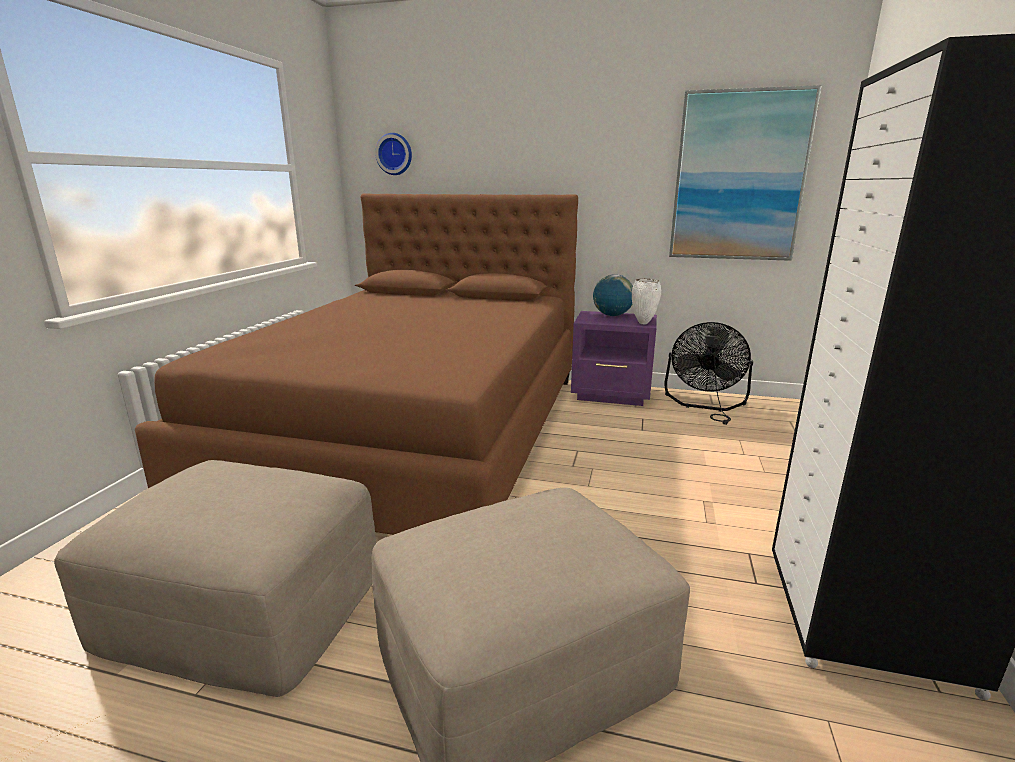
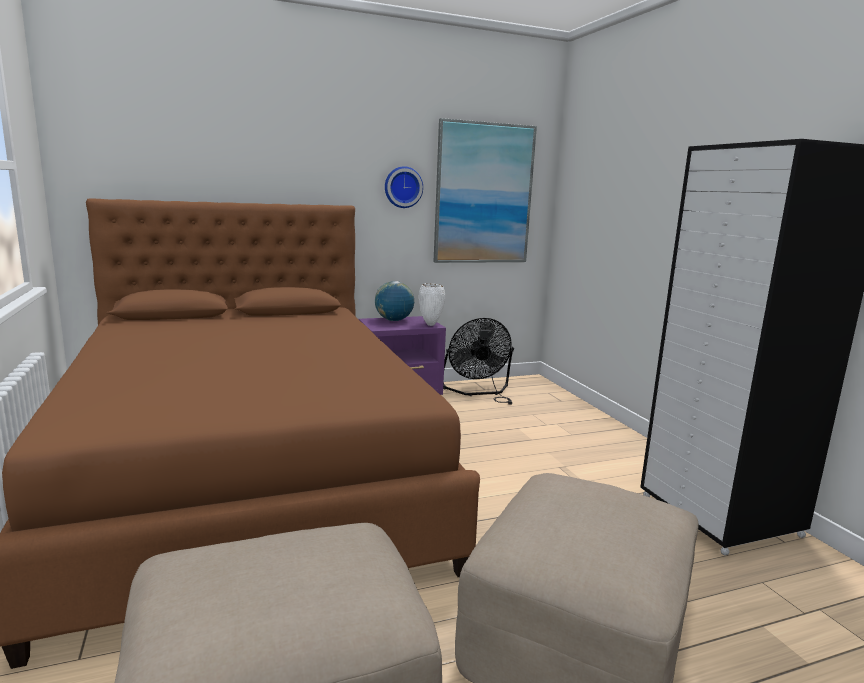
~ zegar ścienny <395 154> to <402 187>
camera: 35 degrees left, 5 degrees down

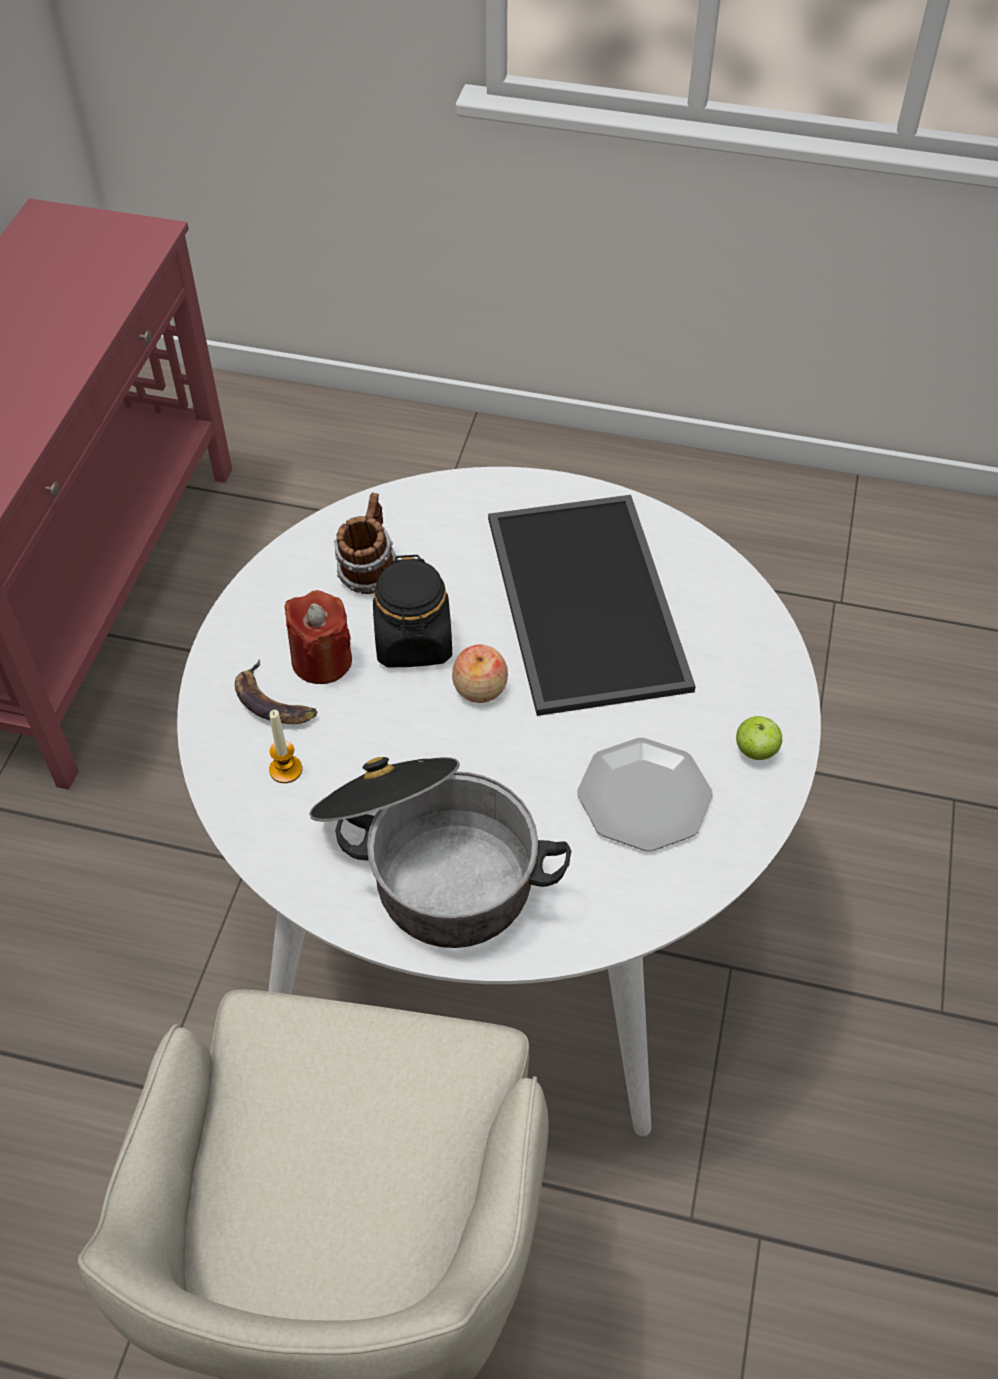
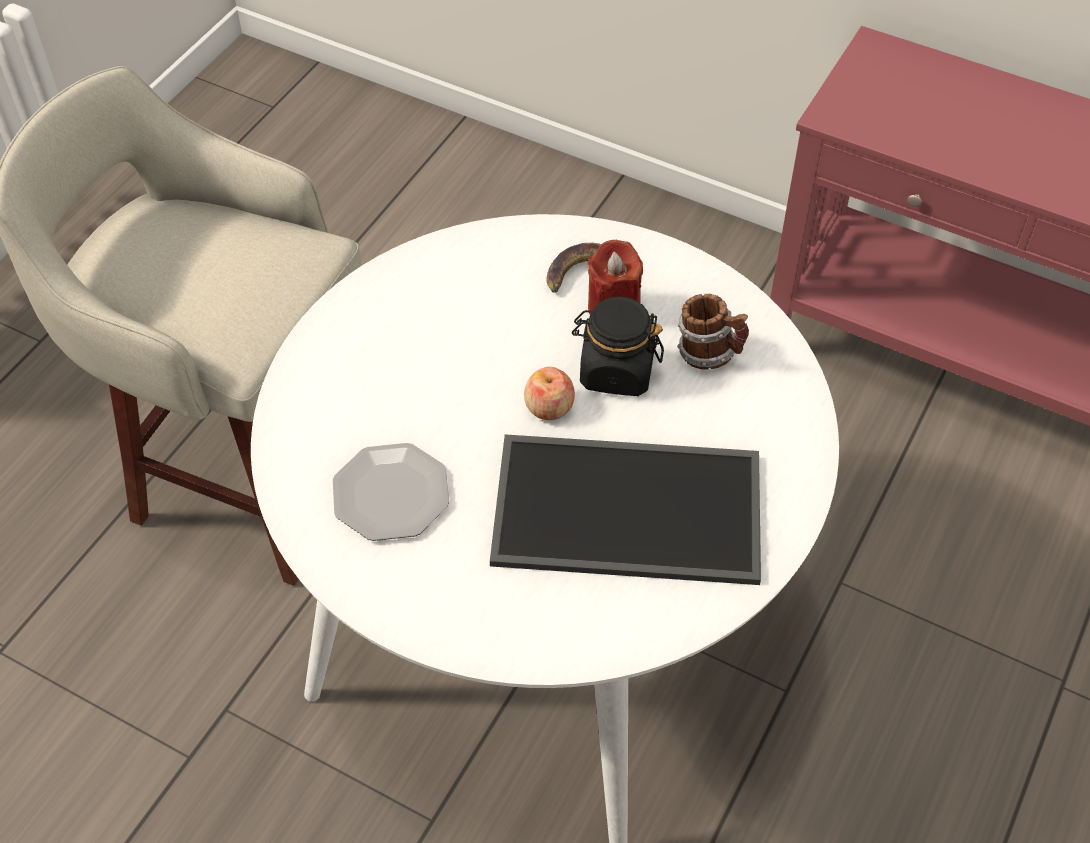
- świeca <285 769>
- garnek <431 862>
- jabłko <755 751>
camera: 105 degrees right, 0 degrees up

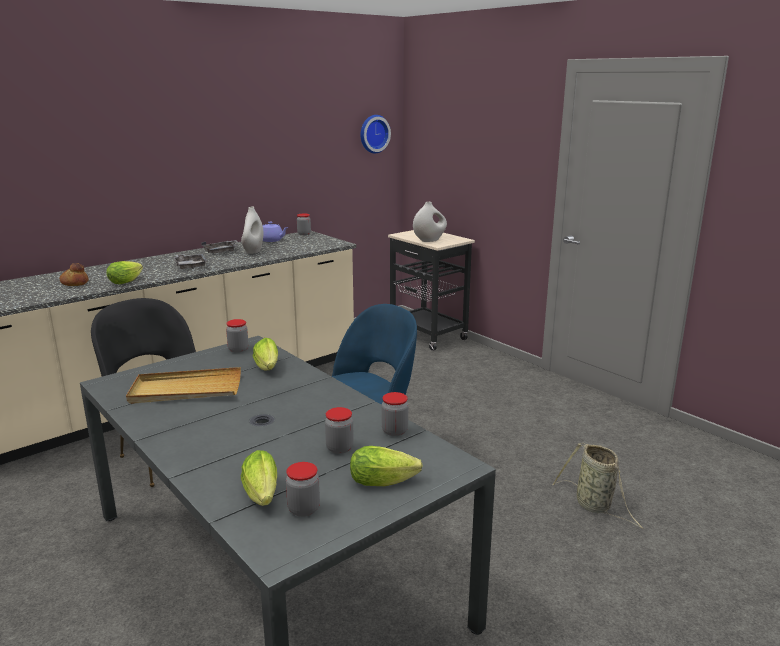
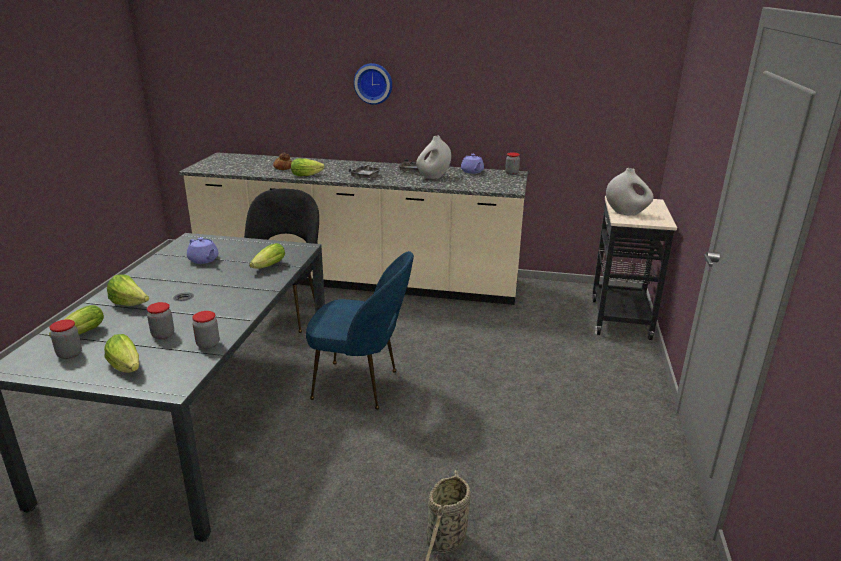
~ taca [beżowy] <186 390> to imbryk [fioletowy] <204 260>
- słoik <238 349>
~ zegar ścienny <373 134> to <373 83>
+ sałata <130 304>
camera: 50 degrees right, 5 degrees up

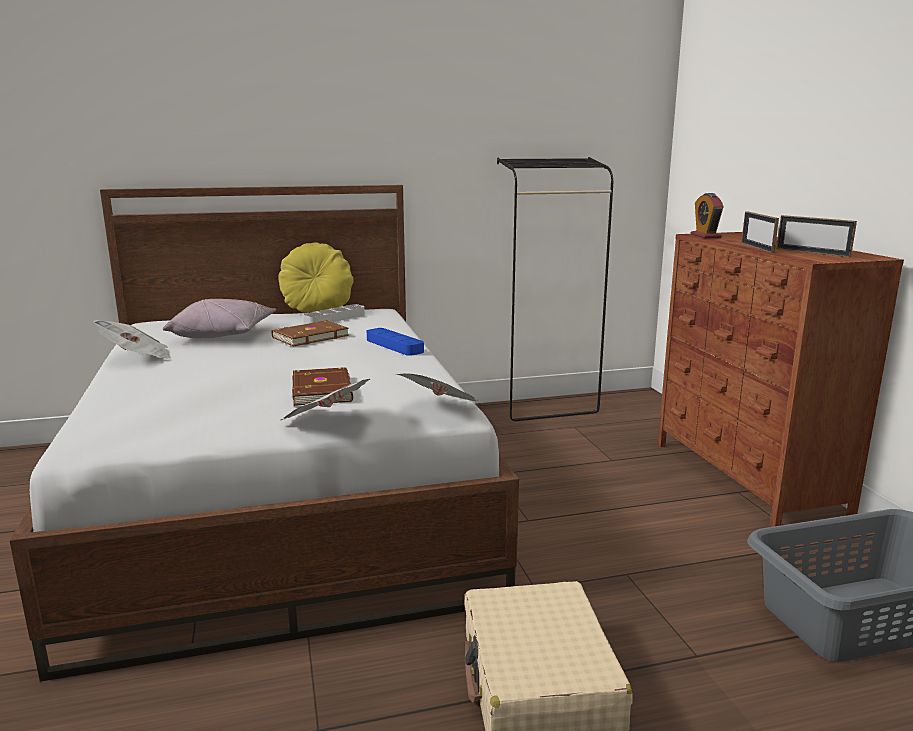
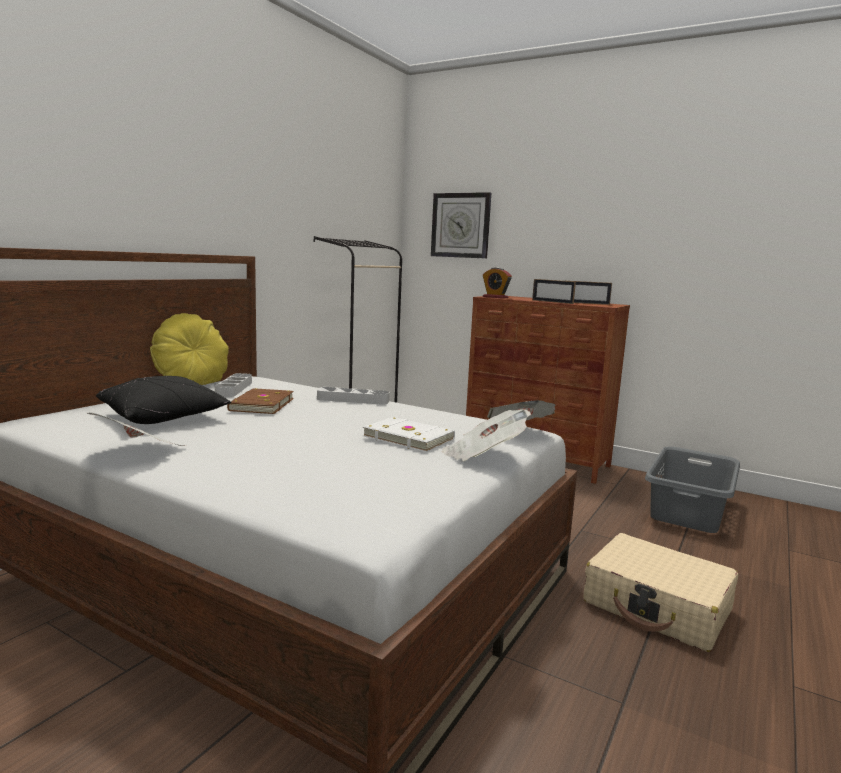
~ poduszka [fioletowy] <223 335> to poduszka [czarny] <164 417>
~ książka [brązowy] <323 390> to książka [biały] <409 437>
~ taca [niebieski] <394 346> to taca [szary] <353 400>
+ zegar ścienny <460 225>
camera: 45 degrees left, 5 degrees down

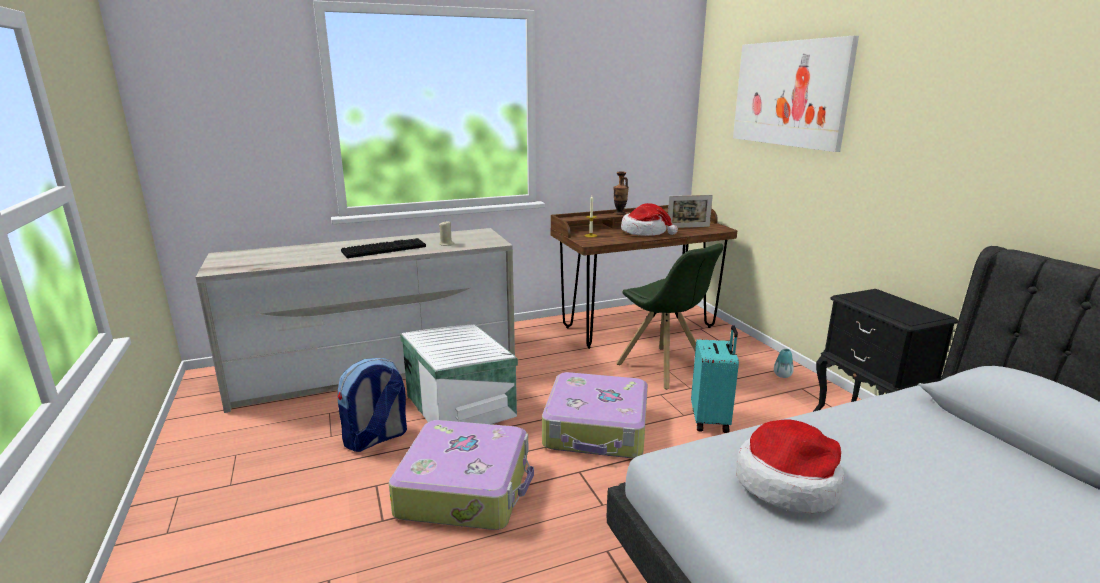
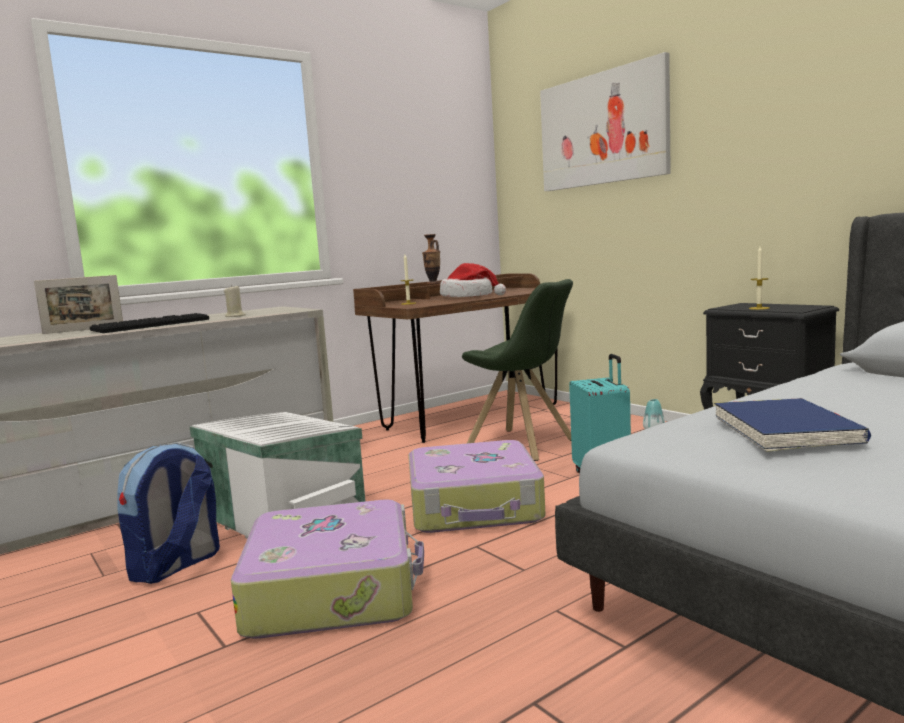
~ ramka na zdjęcie <688 227> to <84 330>
~ kapelusz <788 483> to książka [niebieski] <785 430>
+ świeca <759 308>
camera: 15 degrees left, 10 degrees down

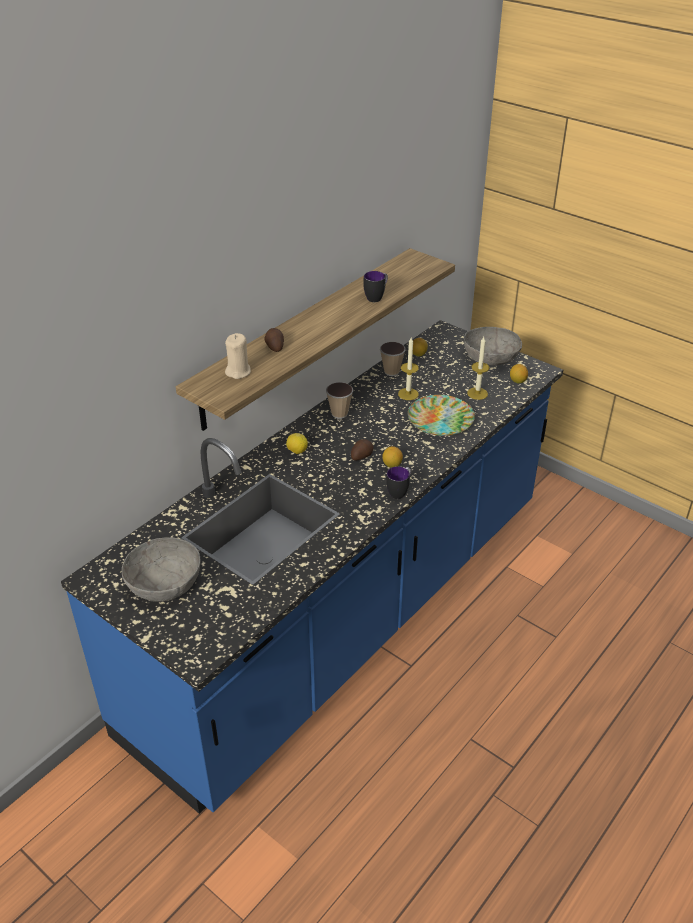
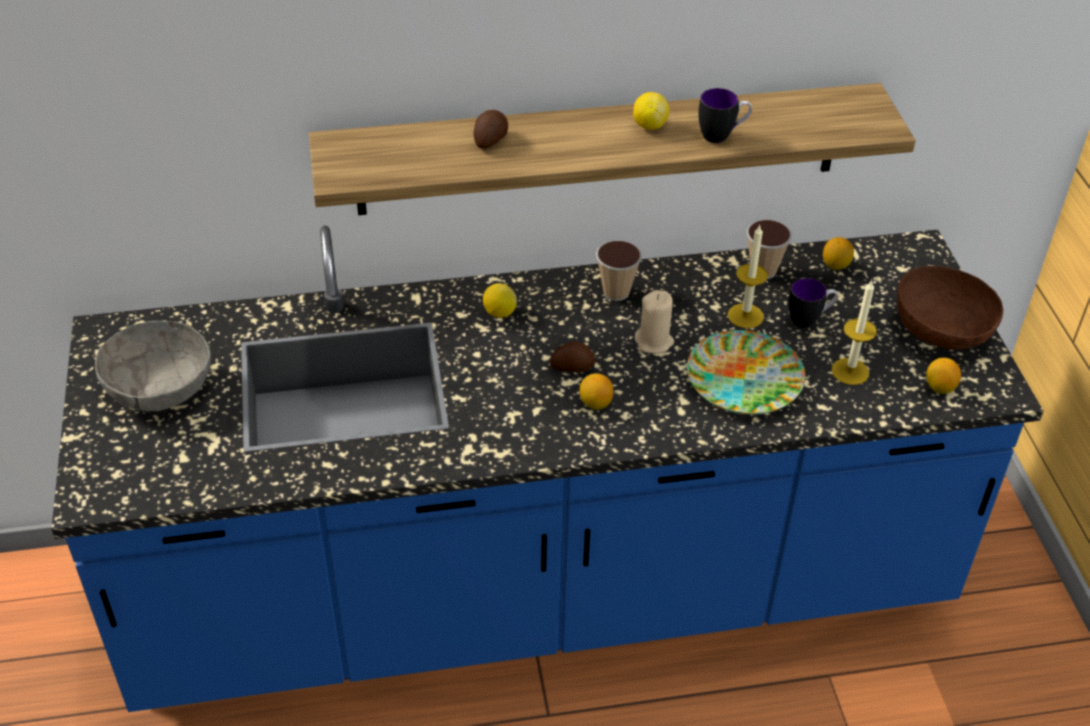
~ świeca [beżowy] <238 372> to <654 342>
~ kubek <399 492> to <809 320>
~ miska [szary] <491 358> to miska [brązowy] <942 330>
+ cytryna <649 125>
camera: 40 degrees right, 5 degrees up

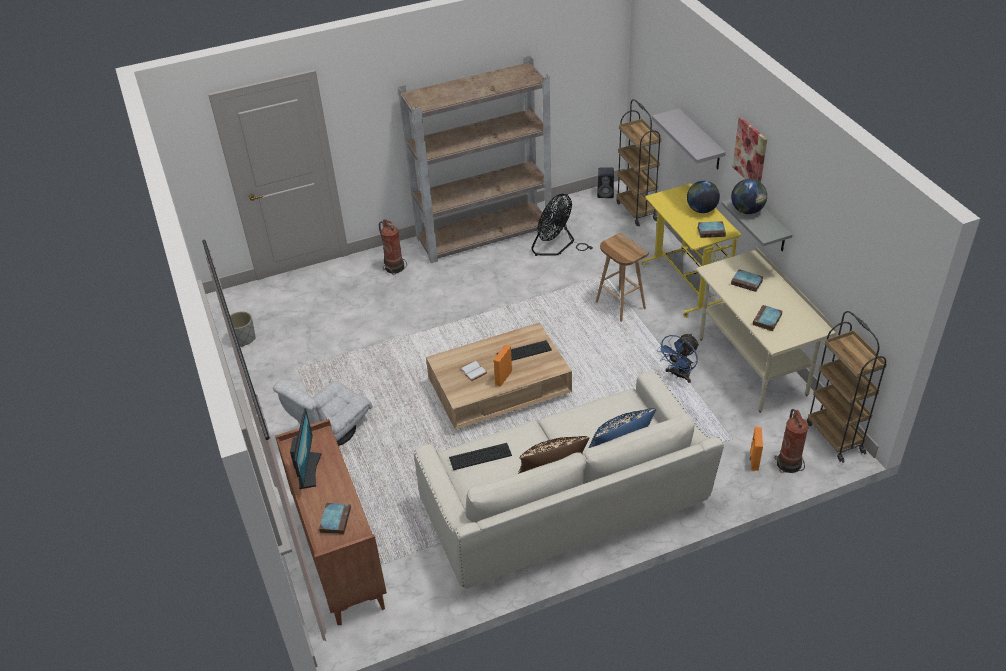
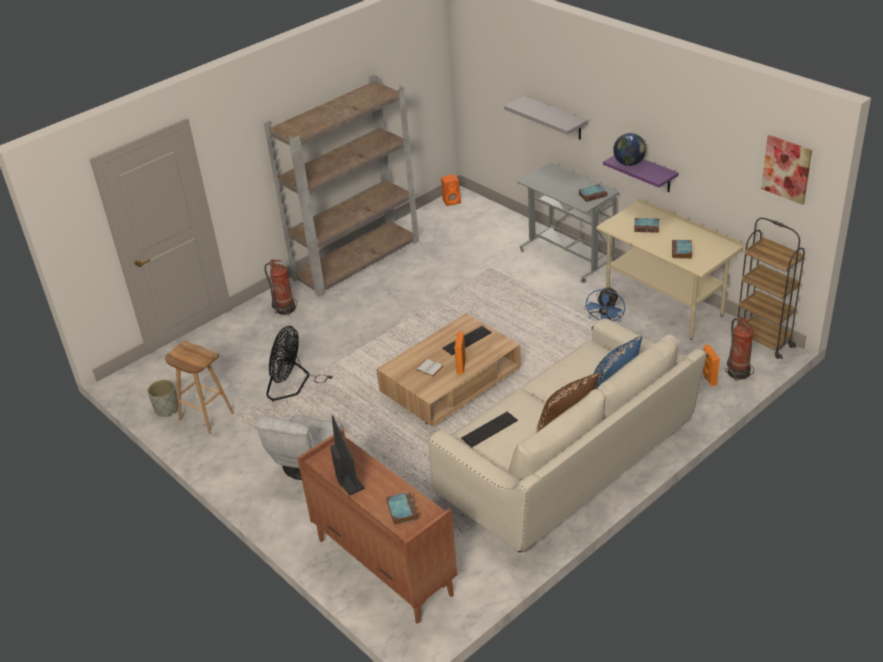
~ wentylator [czarny] <560 244> to <296 382>
~ stołek [brązowy] <619 305> to <205 416>
~ głośnik [czarny] <606 194> to głośnik [pomarańczowy] <452 201>
- wózek [brązowy] <636 211>
~ biurko [żółty] <685 284> to biurko [szary] <568 257>
- globus <701 210>
~ półka [szary] <769 224> to półka [fioletowy] <649 172>
~ obraz <750 153> to <786 169>
camera: 20 degrees left, 5 degrees down

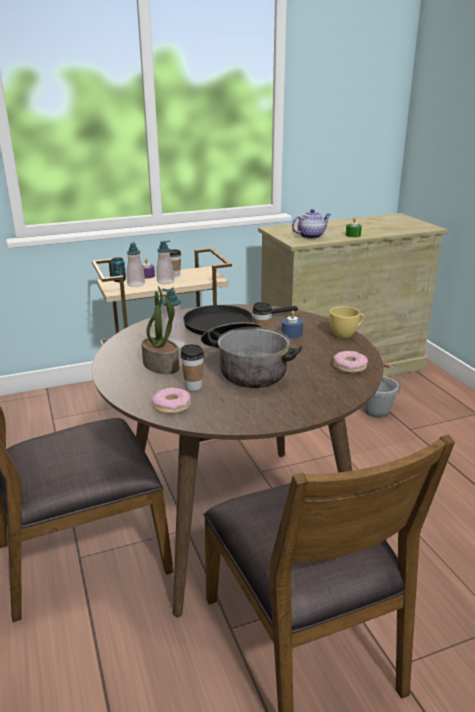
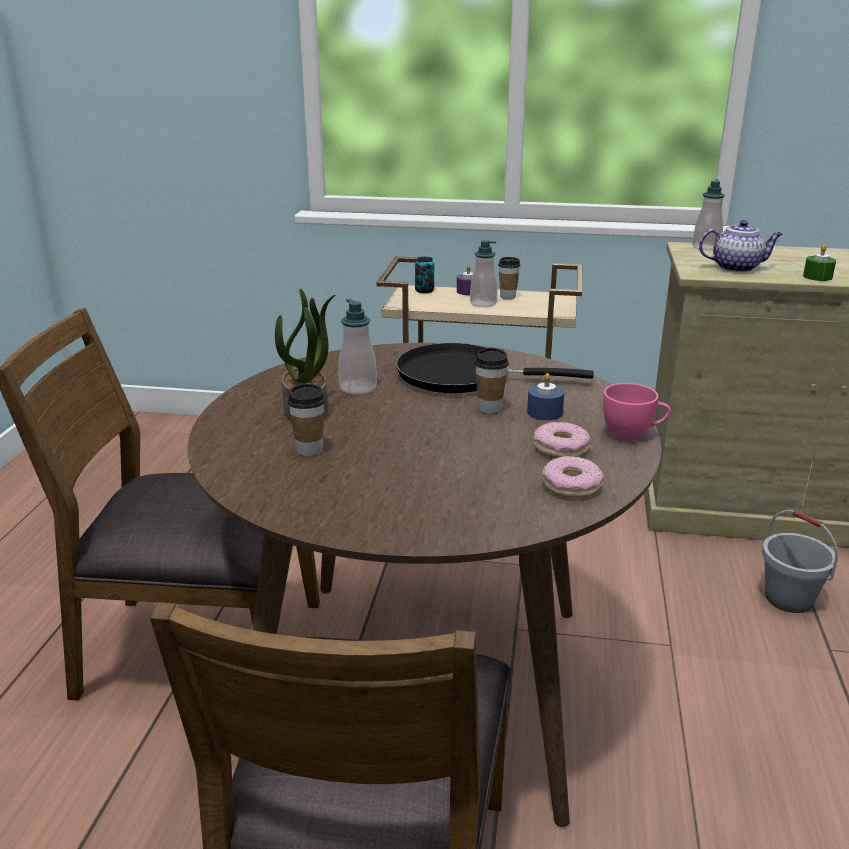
~ dozownik mydła <136 284> to <706 247>
~ donut <171 406> to <560 448>
- garnek <246 368>
~ filiżanka [żółty] <346 334> to filiżanka [różowy] <633 434>
camera: 30 degrees right, 0 degrees up

